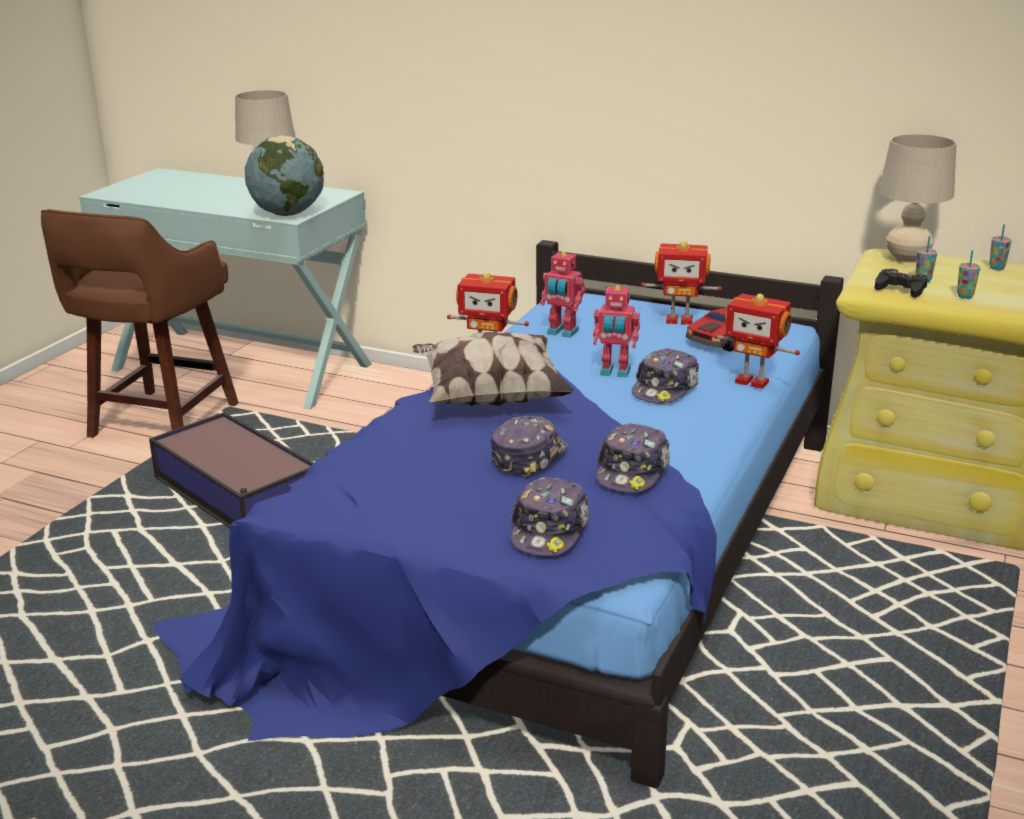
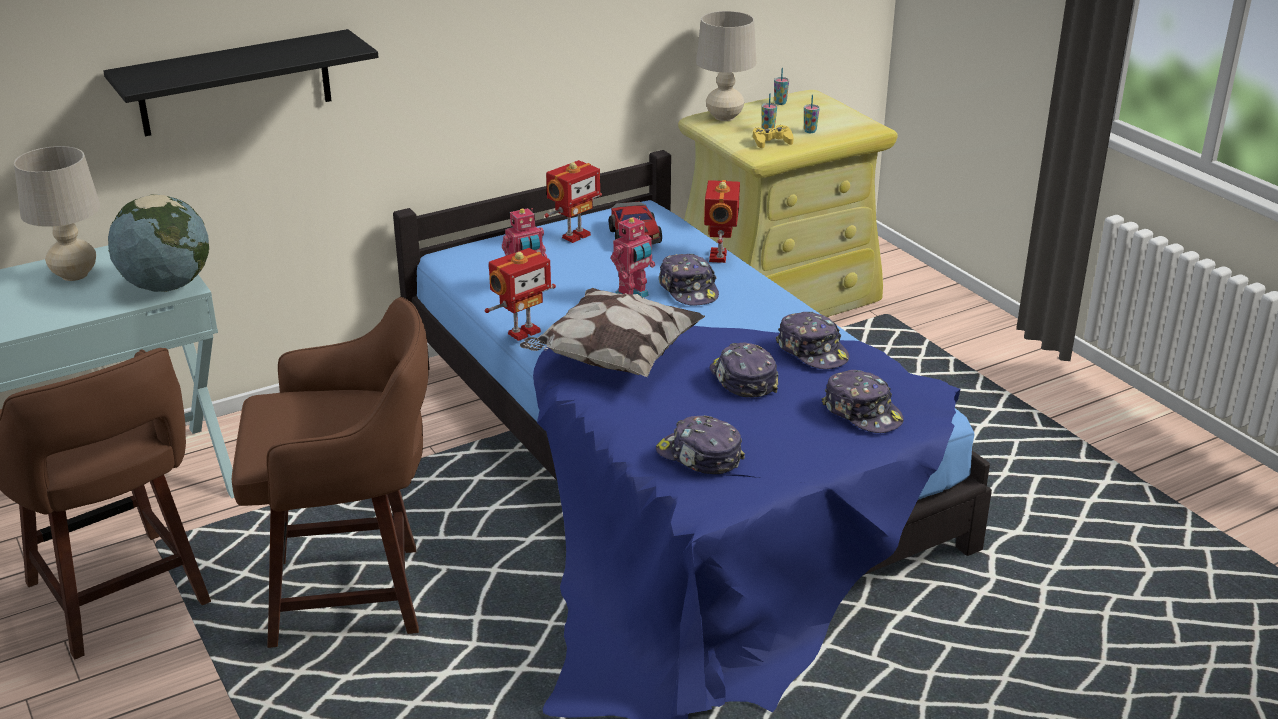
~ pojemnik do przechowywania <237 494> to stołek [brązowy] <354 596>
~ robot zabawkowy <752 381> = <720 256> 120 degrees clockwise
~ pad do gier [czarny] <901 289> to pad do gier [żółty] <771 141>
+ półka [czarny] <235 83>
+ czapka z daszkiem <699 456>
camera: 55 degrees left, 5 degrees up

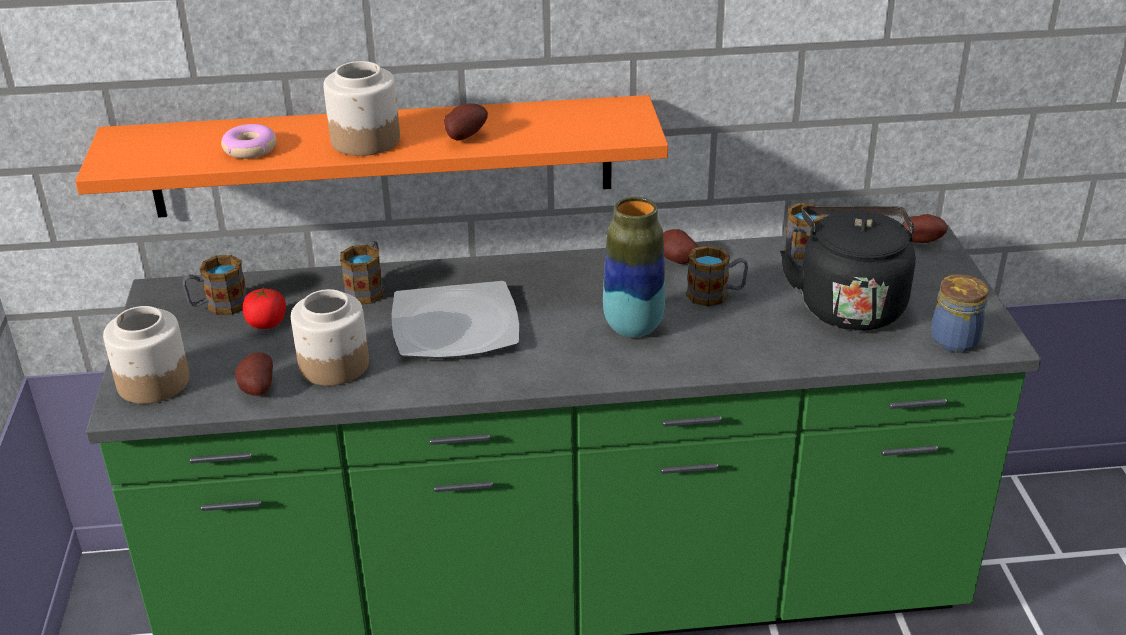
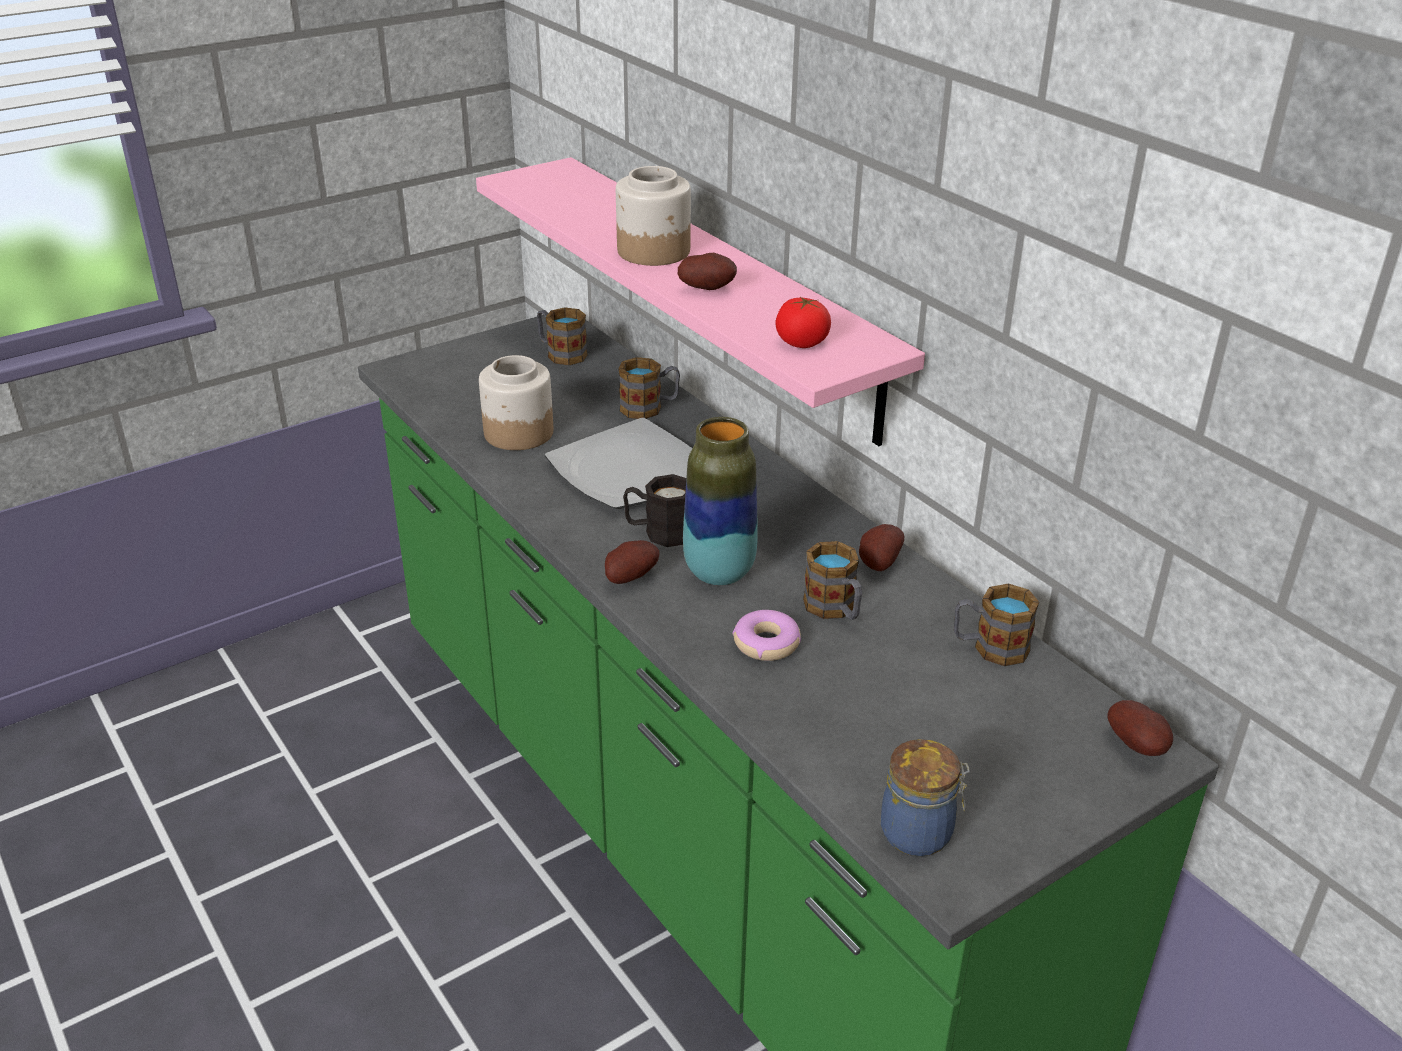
~ półka [pomarańczowy] <383 156> to półka [różowy] <721 292>
- słoik <152 382>
~ donut <250 149> to <766 643>
~ ziemniak <256 389> to <629 577>
~ pomidor <266 323> to <802 342>
- czajnik [czarny] <849 304>
+ kubek [czarny] <659 532>
camera: 60 degrees right, 0 degrees up

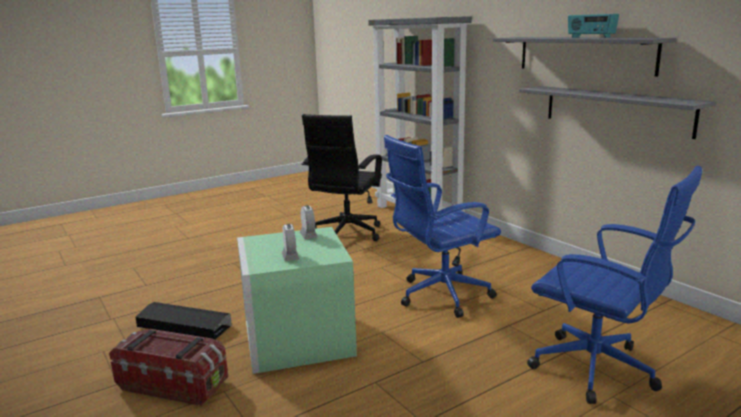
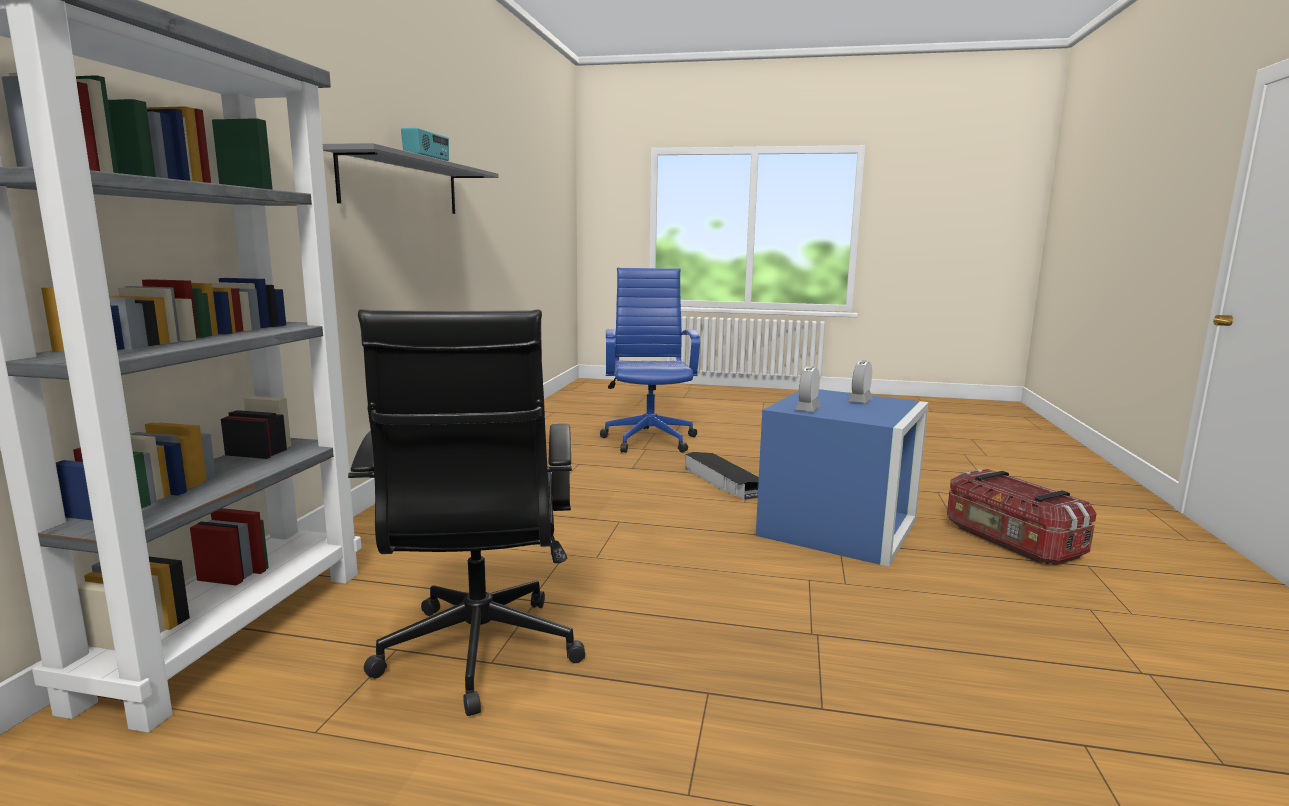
~ pojemnik do przechowywania [czarny] <184 326> to <724 481>
~ pojemnik do przechowywania [zielony] <296 338> to pojemnik do przechowywania [niebieski] <839 529>
~ krzesło biurowe [czarny] <346 235> = <478 657> 105 degrees clockwise
- krzesło biurowe [niebieski] <440 296>
- półka [szary] <615 110>
camera: 135 degrees left, 5 degrees down

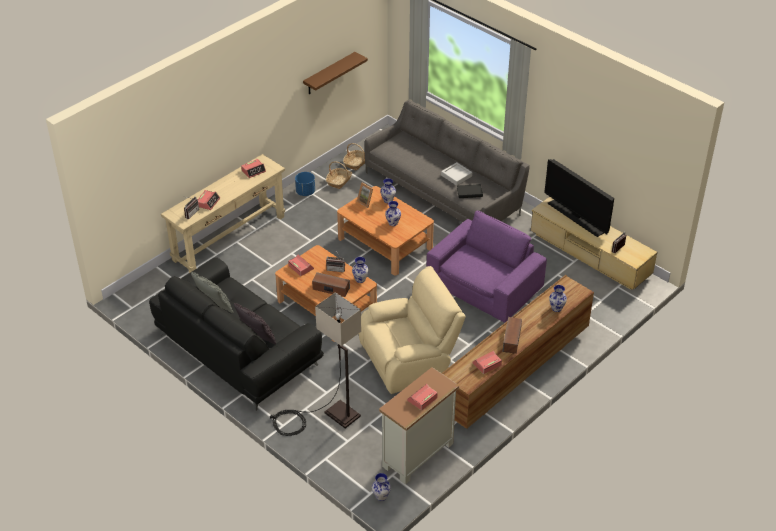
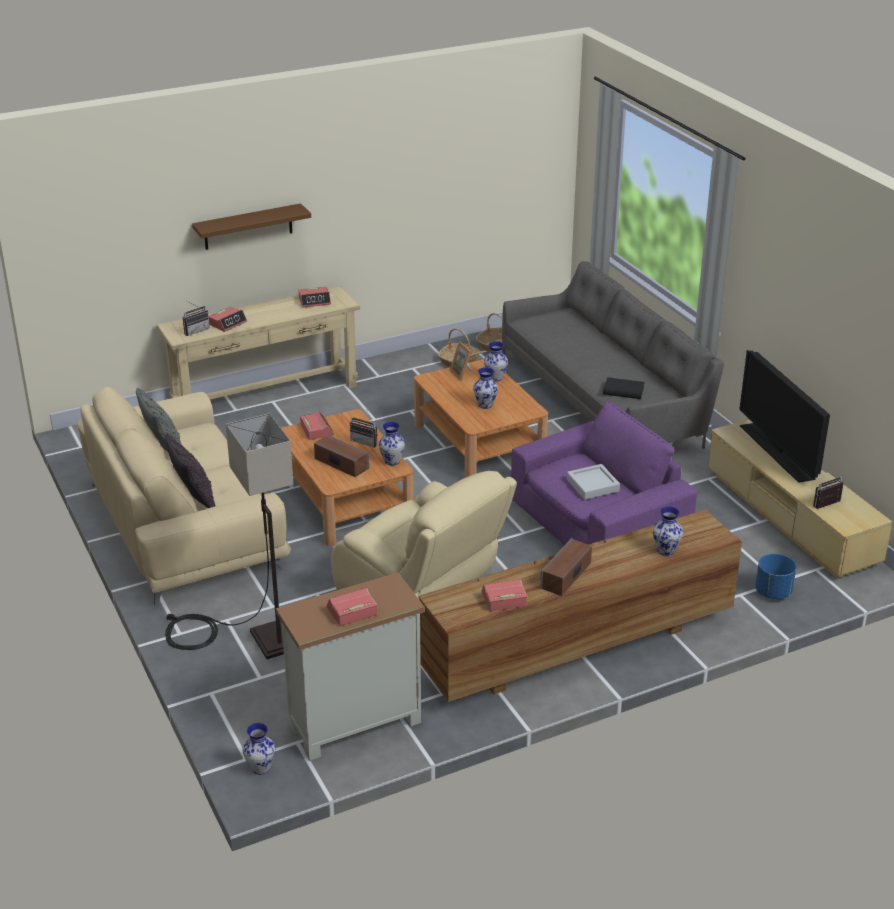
~ kanapa [czarny] <238 349> to kanapa [beżowy] <184 525>
~ donica [niebieski] <305 192> to <773 592>
~ półka [brązowy] <329 73> to <248 227>
~ fotel [beżowy] <409 360> = <422 593> 45 degrees clockwise
~ taca [szary] <456 176> to <592 485>
camera: 20 degrees right, 10 degrees down

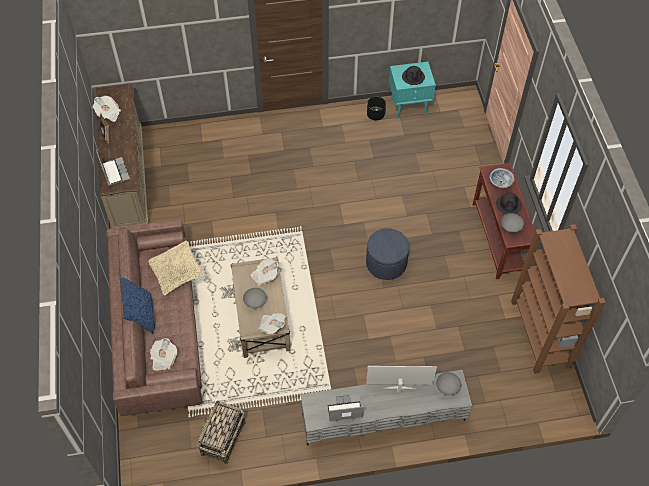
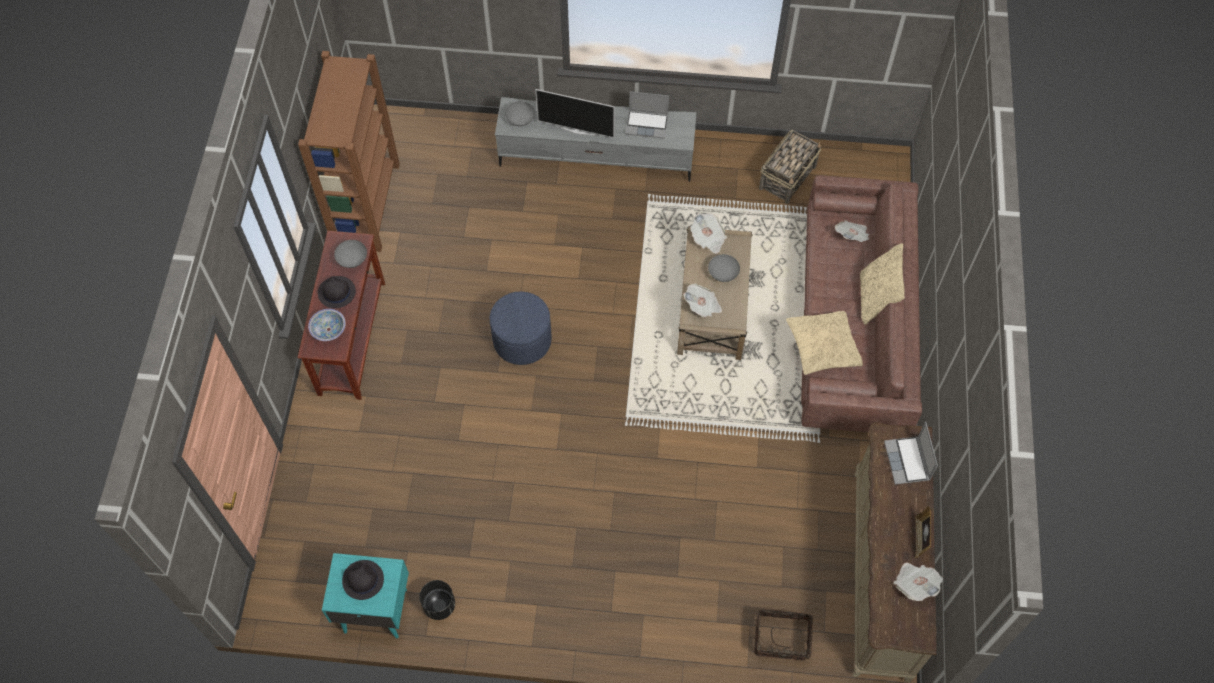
~ poduszka [niebieski] <141 315> to poduszka [beżowy] <876 298>
+ koszyk <781 641>
camera: 165 degrees left, 5 degrees up

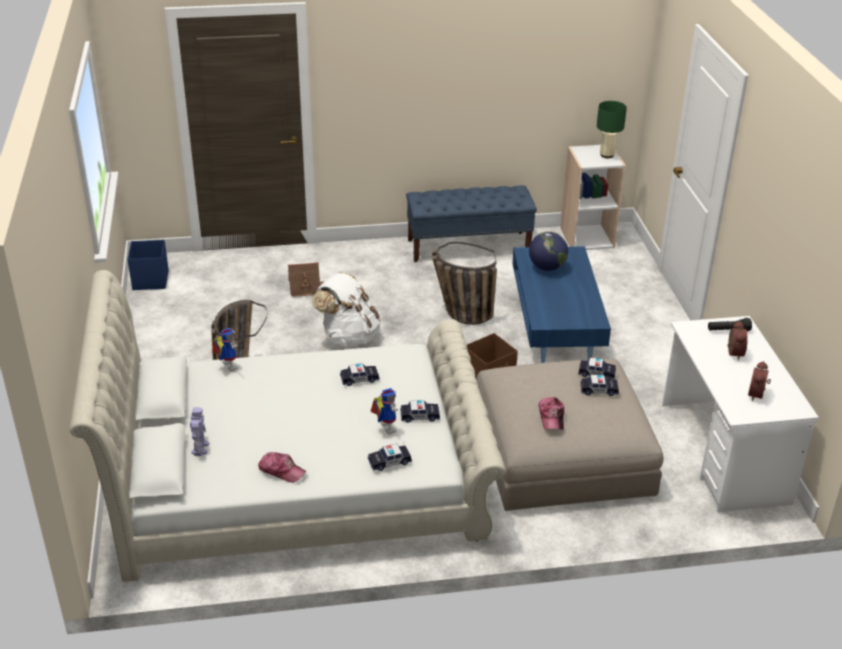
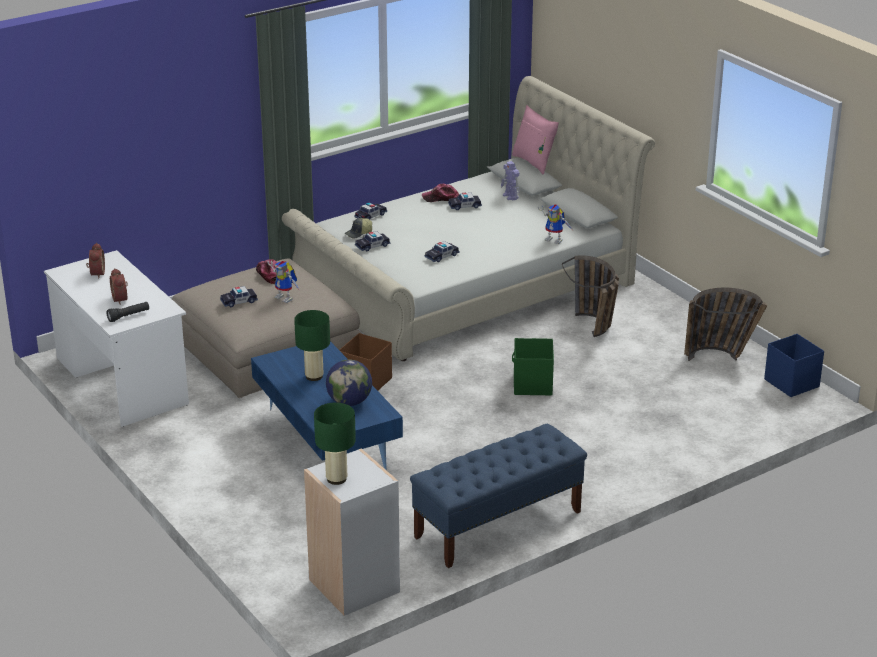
- domek <307 289>
~ plecak [biały] <348 337> to pojemnik do przechowywania [zielony] <532 385>
~ robot zabawkowy <384 427> to <286 298>
~ koszyk <459 313> to <721 356>
~ samochodzik <596 373> to <464 206>
+ lampa stołowa [zielony] <314 376>
+ czapka z daszkiem <358 233>
+ poduszka [różowy] <533 163>
camera: 155 degrees right, 5 degrees down

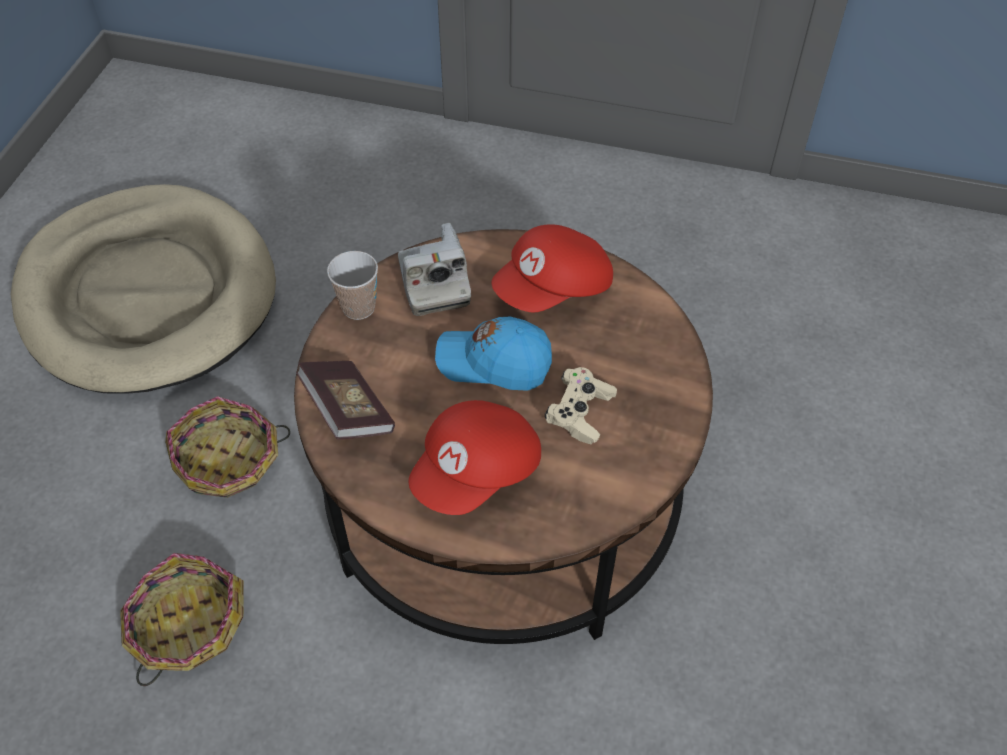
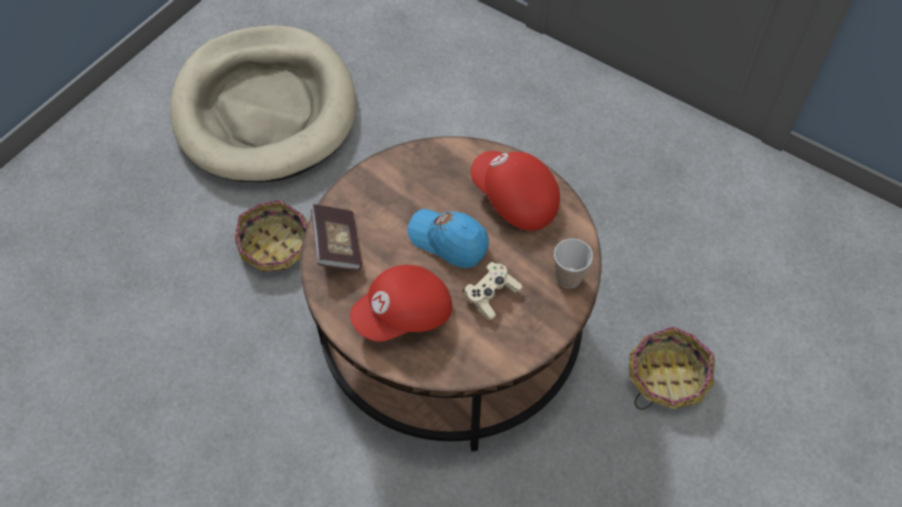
~ koszyk <187 626> to <666 377>
~ filiżanka <358 307> to <568 277>
- aparat fotograficzny <434 283>
~ czapka z daszkiem [czerwony] <554 289> = <514 199> 60 degrees clockwise
camera: 20 degrees right, 5 degrees up

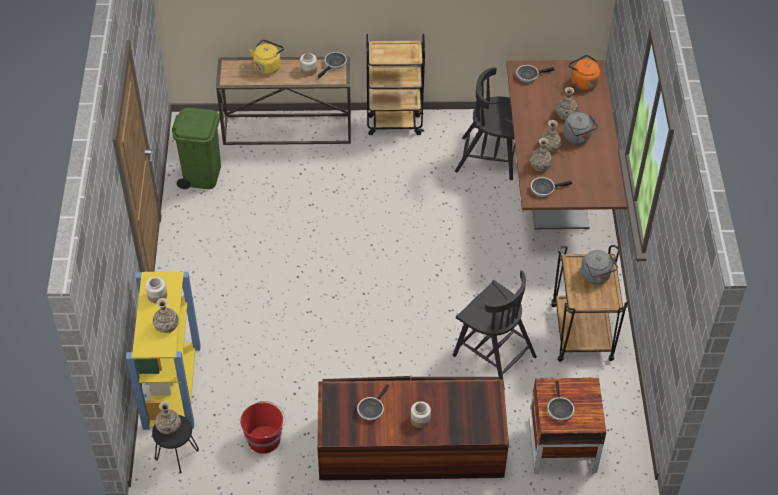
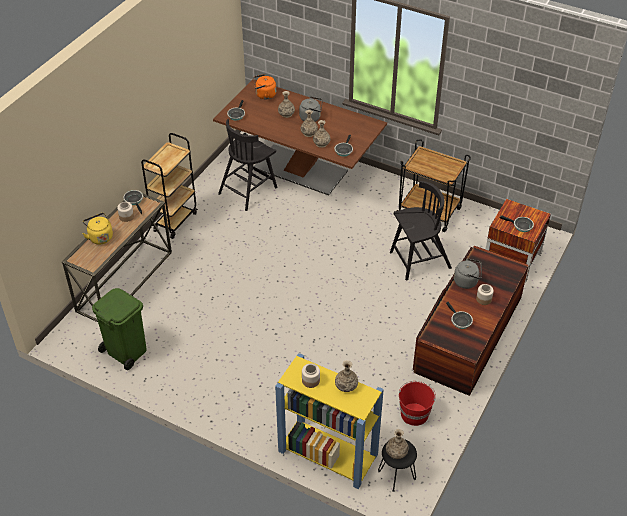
~ czajnik [szary] <596 276> to <467 281>
camera: 60 degrees left, 5 degrees down

